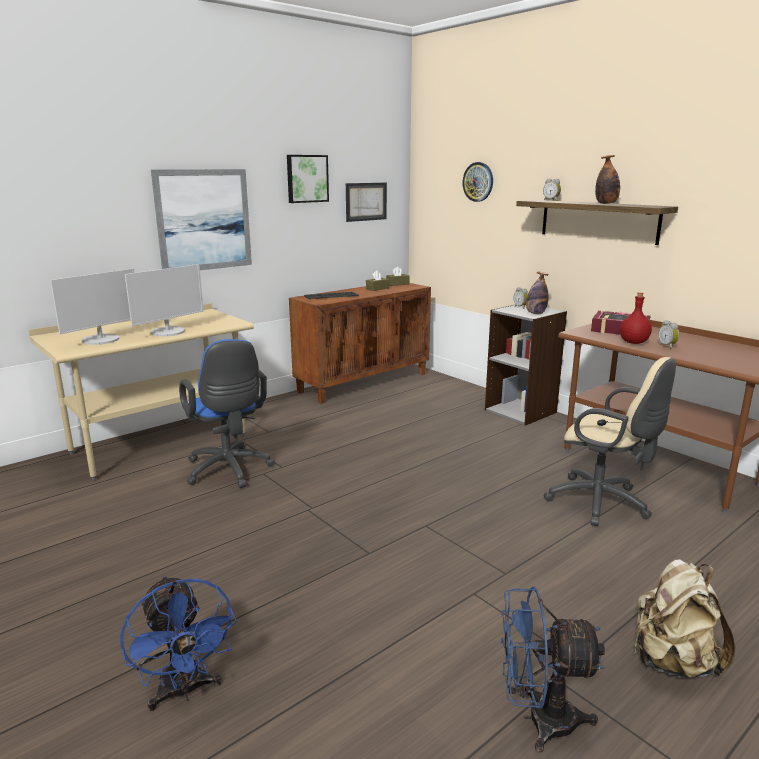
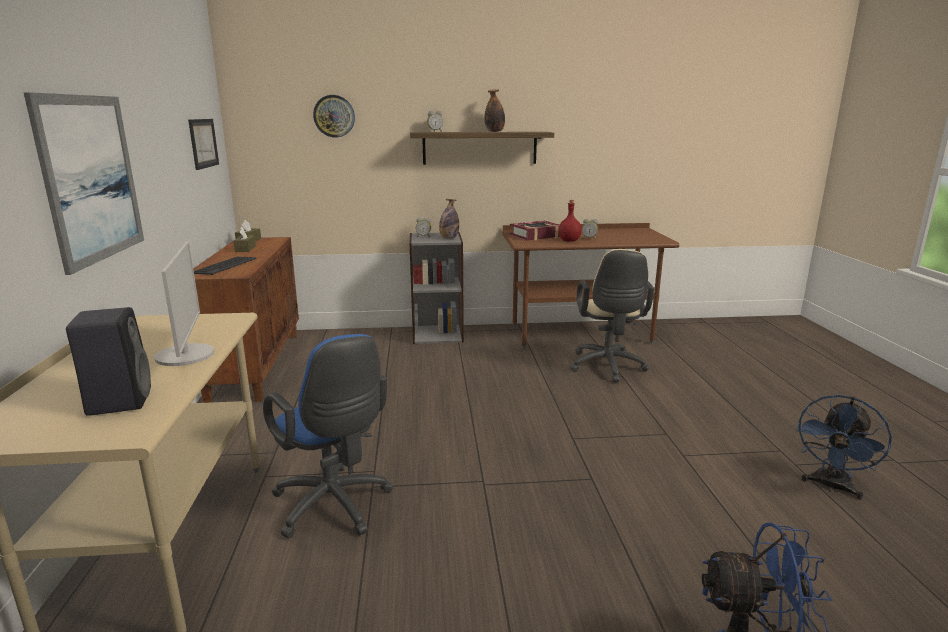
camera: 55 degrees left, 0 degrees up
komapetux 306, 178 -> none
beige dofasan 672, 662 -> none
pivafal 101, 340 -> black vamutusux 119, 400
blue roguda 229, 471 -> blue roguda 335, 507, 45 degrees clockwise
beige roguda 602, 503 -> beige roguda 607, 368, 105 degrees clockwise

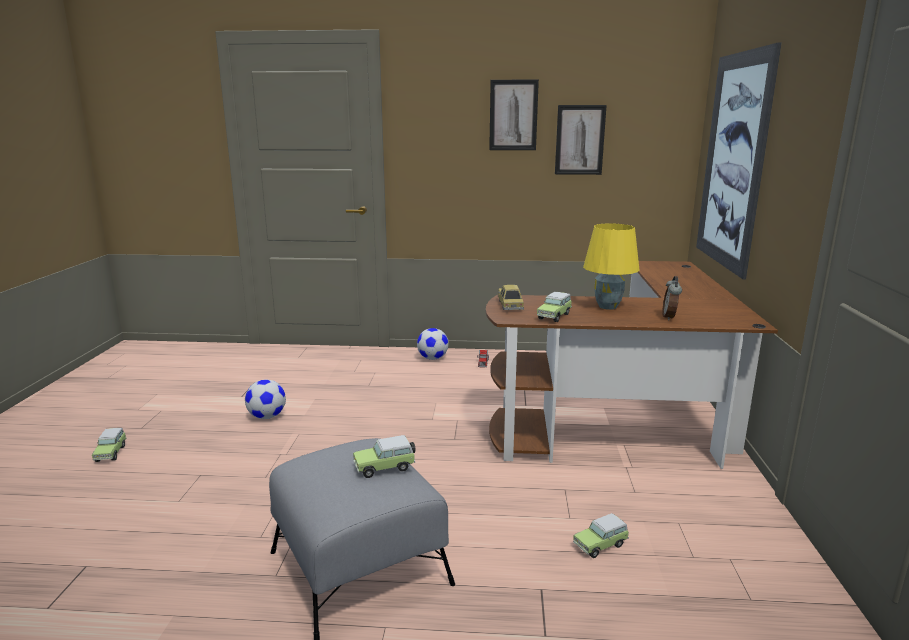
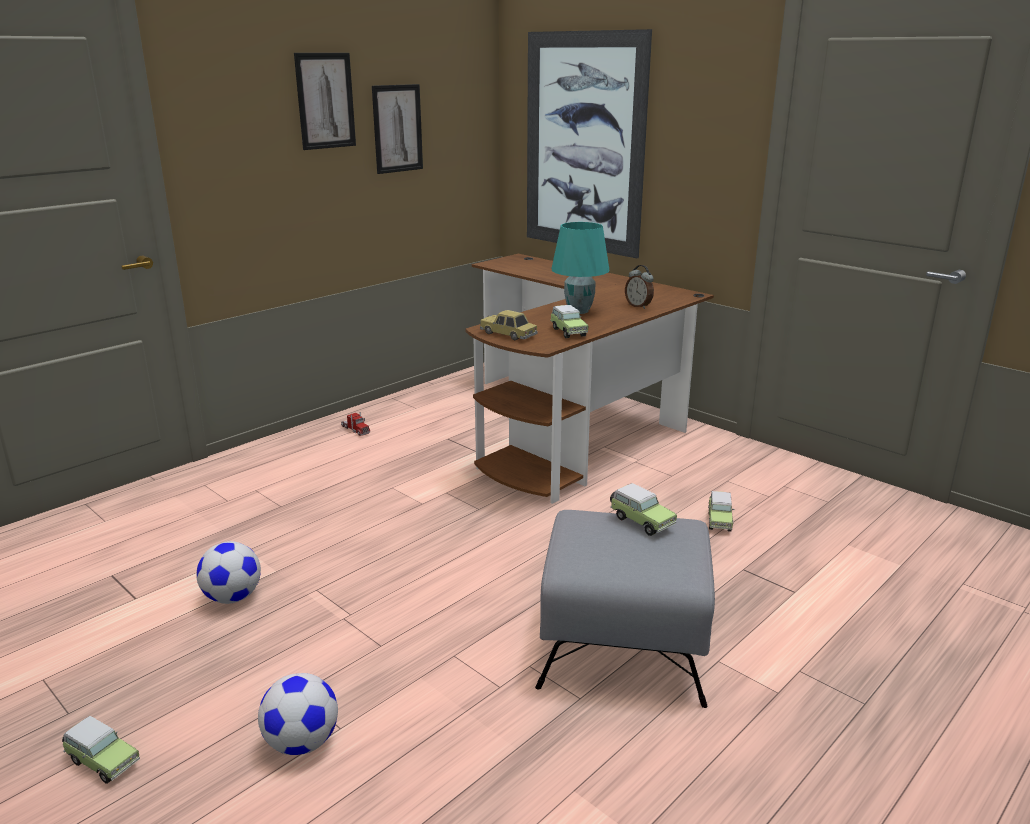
camera: 50 degrees left, 5 degrees up
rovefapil 433, 358 -> rovefapil 302, 742, shifted
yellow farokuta 608, 307 -> turquoise farokuta 579, 311
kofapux 386, 467 -> kofapux 640, 521, 60 degrees counterclockwise

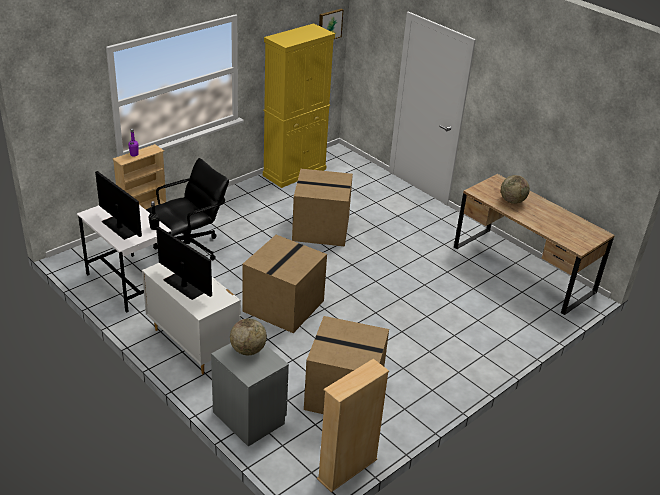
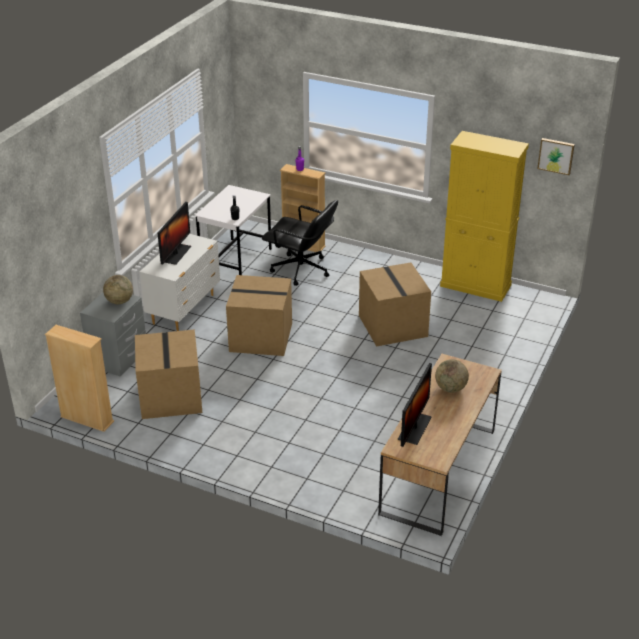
camera: 70 degrees right, 0 degrees up
pivafal 120, 227 -> pivafal 414, 428, shifted

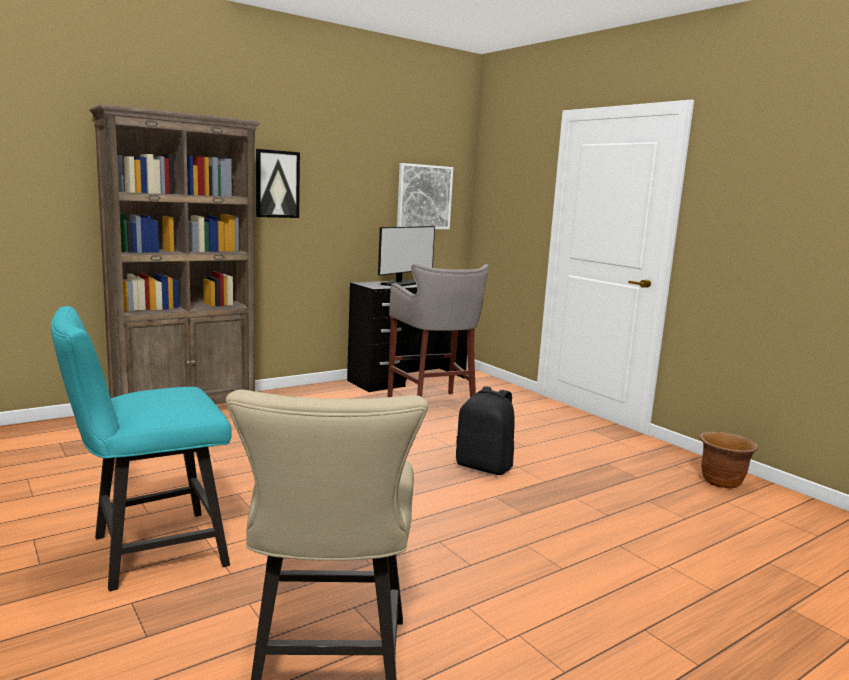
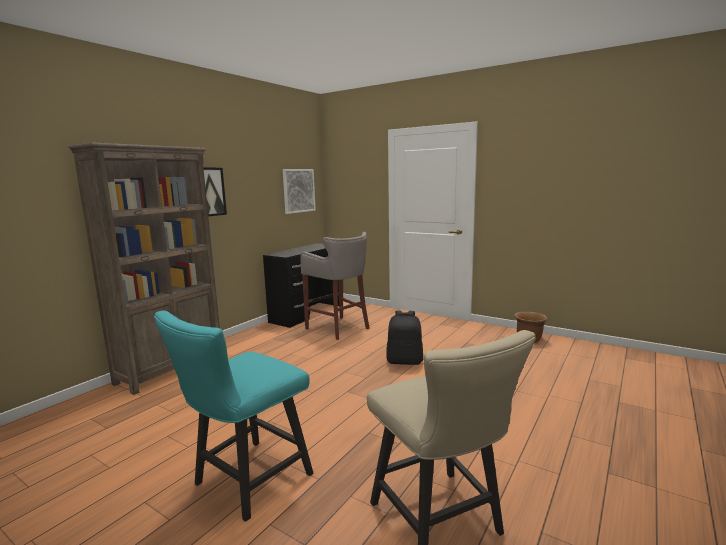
camera: 20 degrees left, 0 degrees up
pivafal 402, 283 -> none

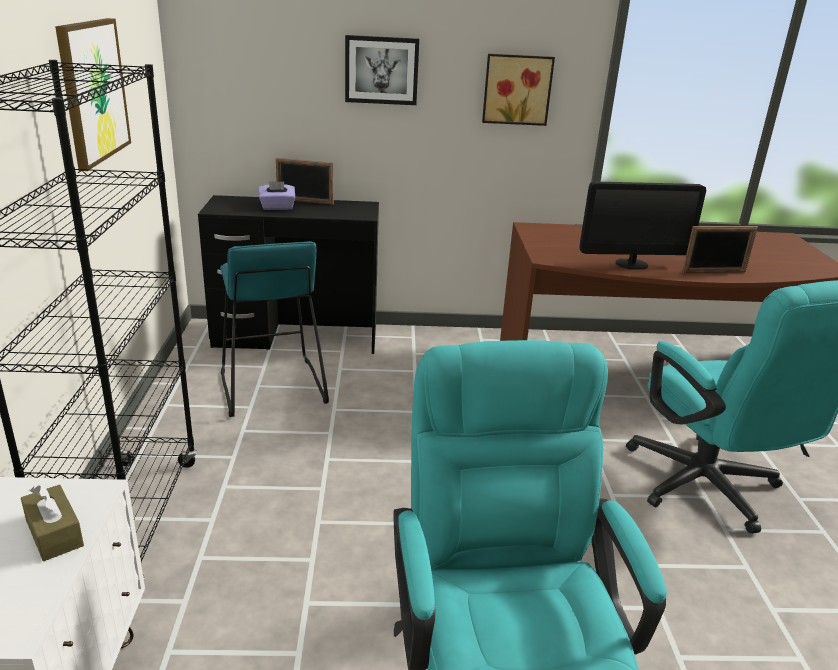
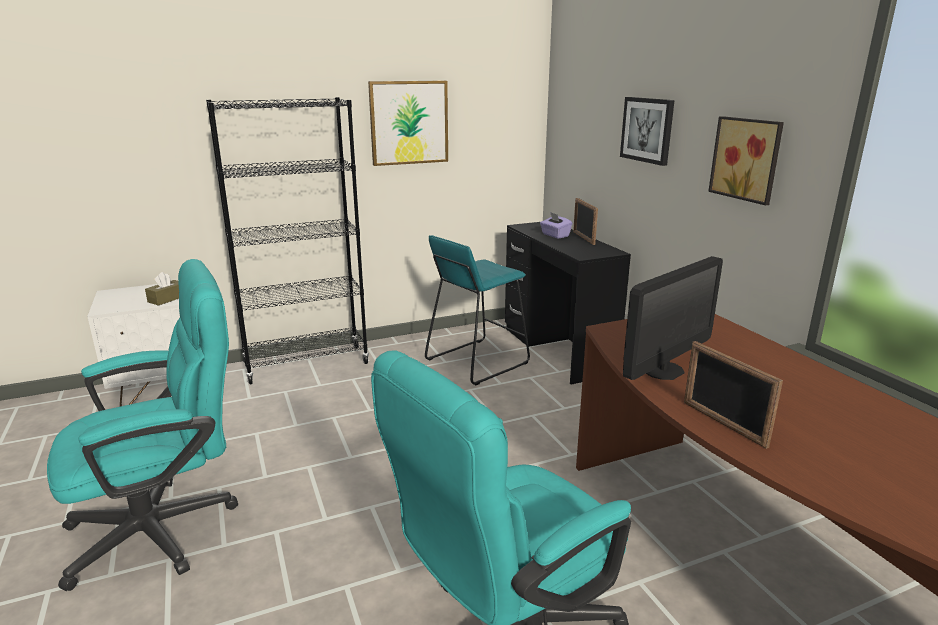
camera: 70 degrees right, 5 degrees down
pivafal 631, 264 -> pivafal 663, 370, 105 degrees counterclockwise

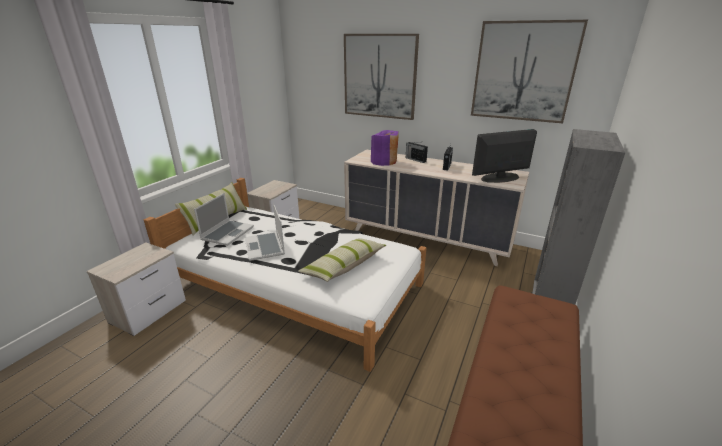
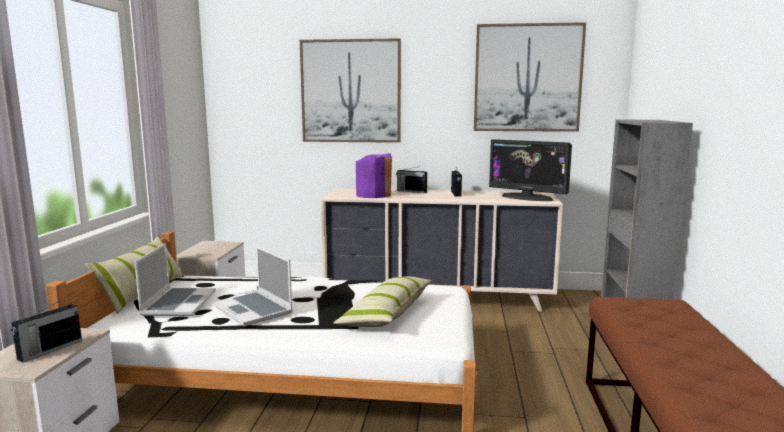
camera: 20 degrees left, 15 degrees down
none -> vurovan 49, 350
pivafal 500, 178 -> pivafal 527, 197, 105 degrees counterclockwise

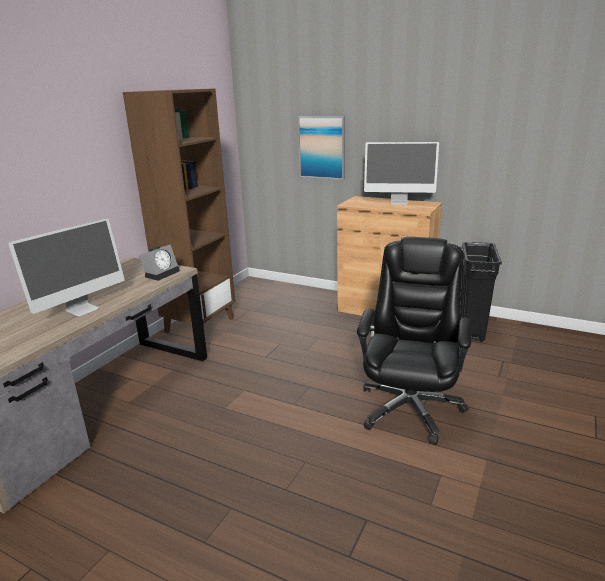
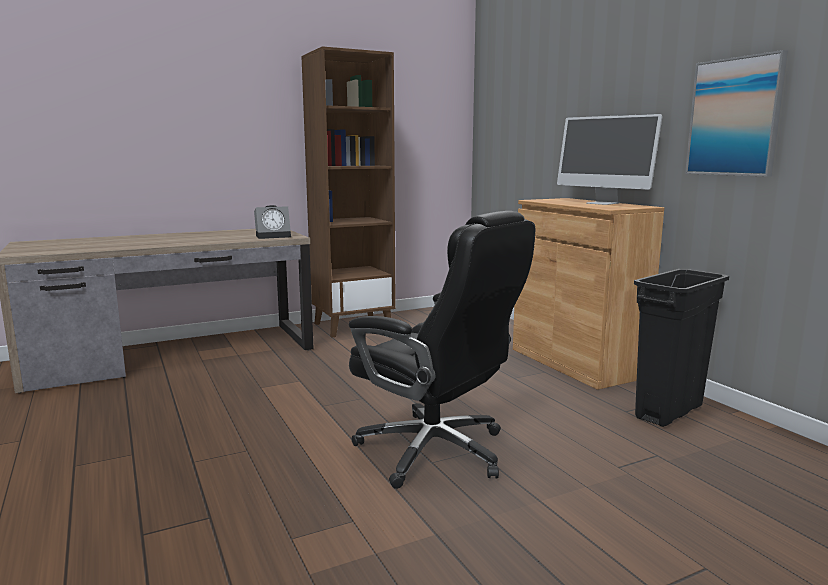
camera: 35 degrees right, 10 degrees down
pivafal 82, 309 -> none
komapetux 322, 147 -> komapetux 734, 117, shifted
black roguda 410, 407 -> black roguda 436, 451, 75 degrees clockwise

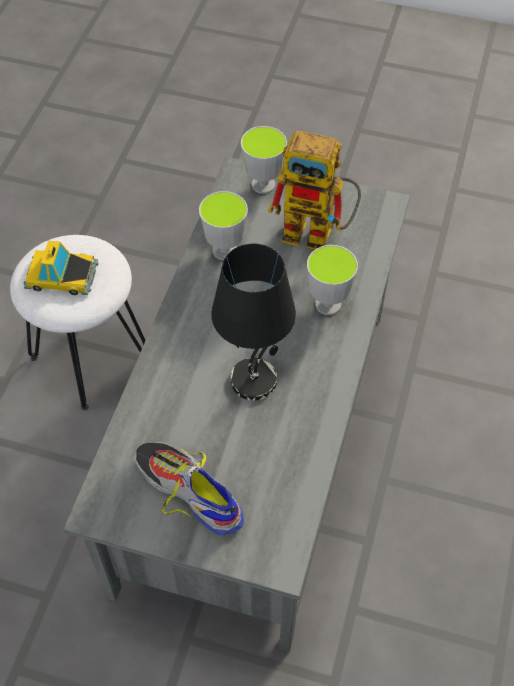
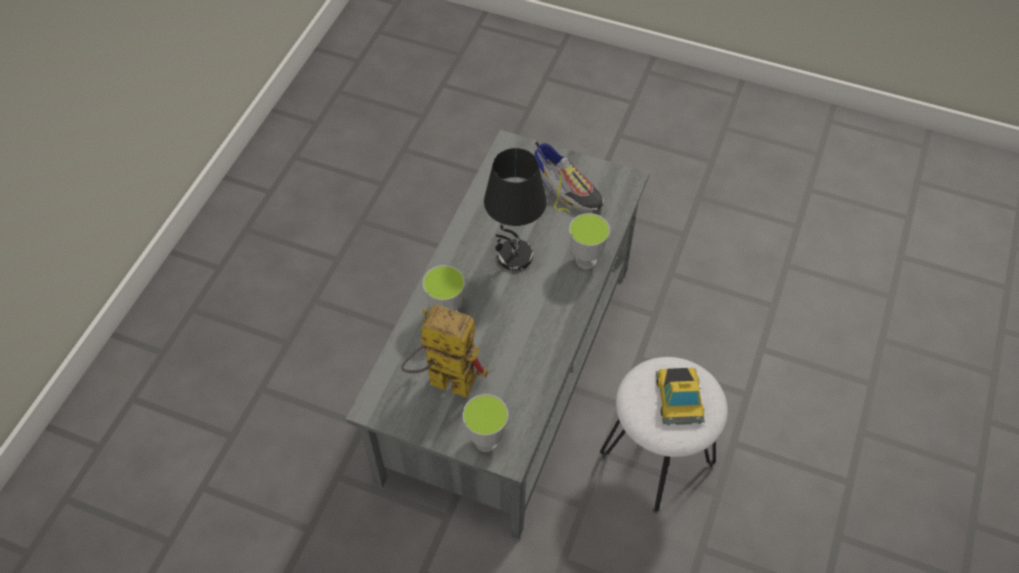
camera: 175 degrees left, 0 degrees up
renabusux 225, 250 -> renabusux 586, 260, shifted
kofapux 61, 275 -> kofapux 679, 397, 75 degrees clockwise

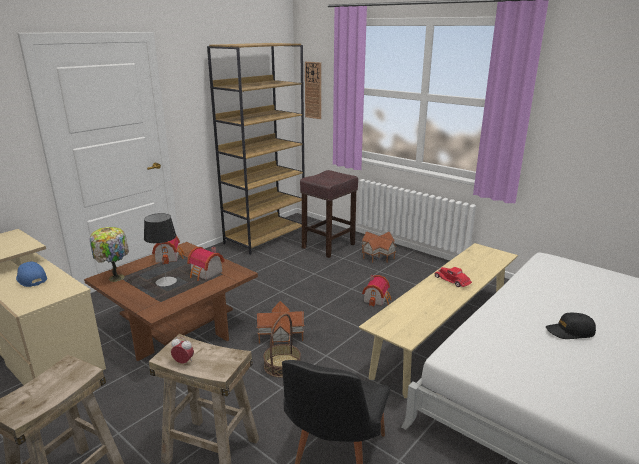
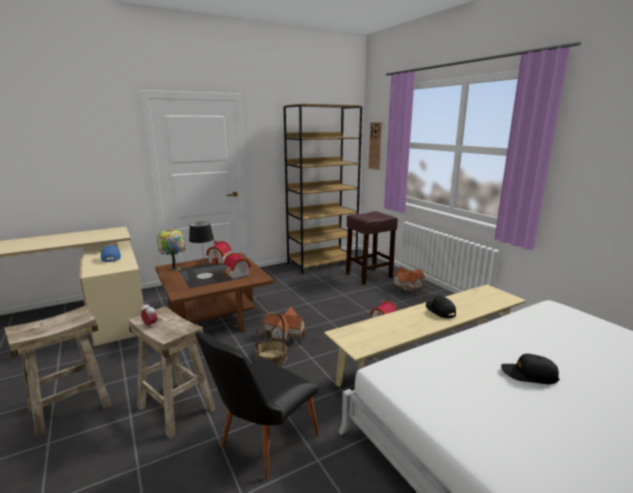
camera: 20 degrees right, 5 degrees down
red kofapux 452, 280 -> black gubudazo 440, 311

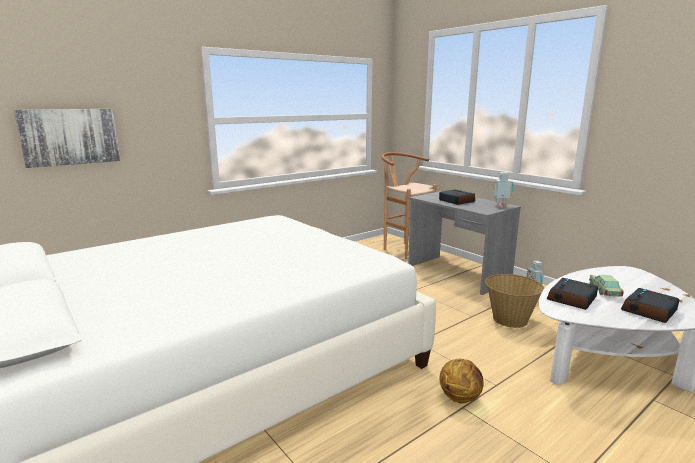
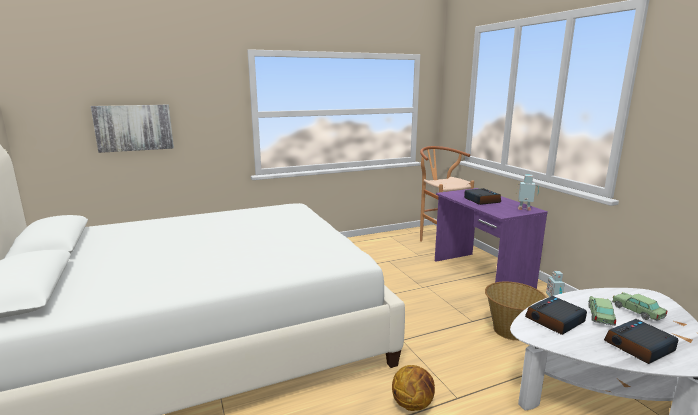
camera: 15 degrees right, 0 degrees up
none -> kofapux 637, 312
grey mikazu 457, 274 -> purple mikazu 480, 274

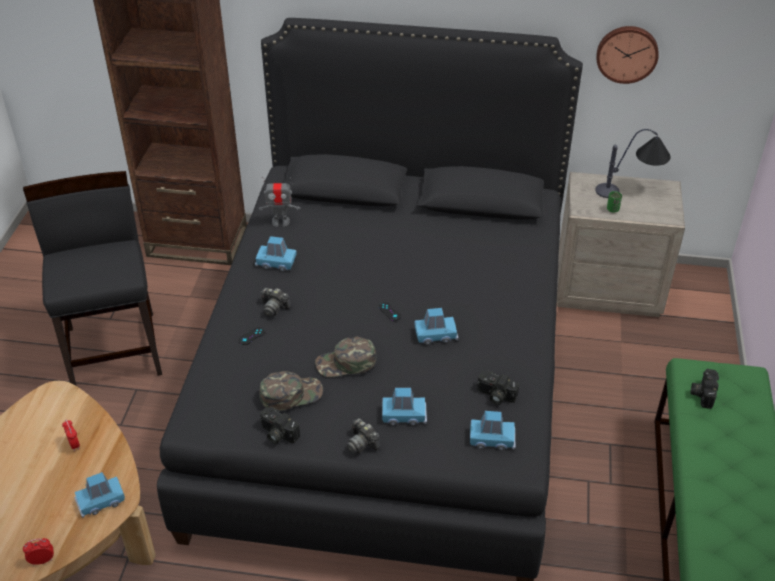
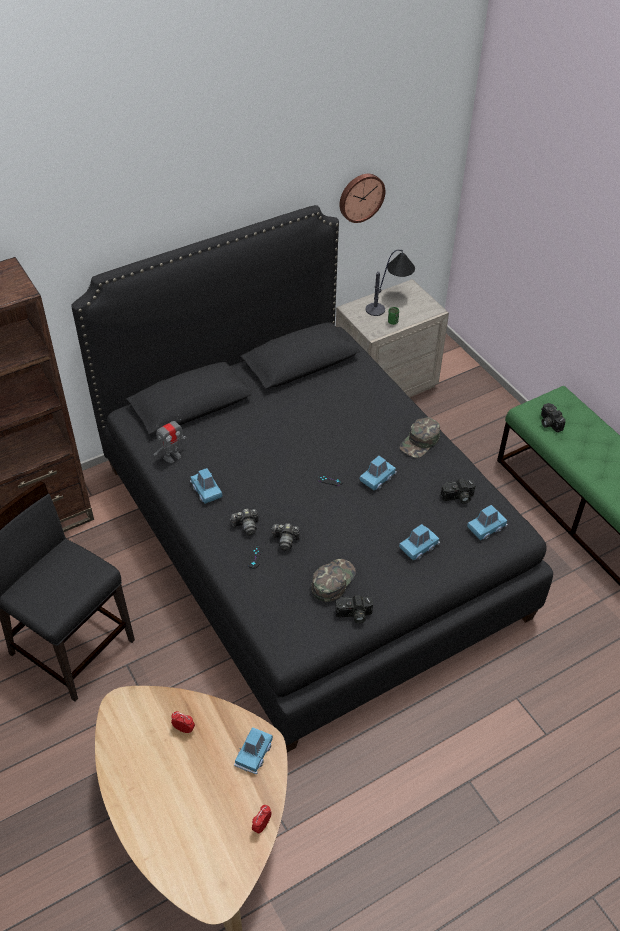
camera: 40 degrees left, 5 degrees up
green gubudazo 346, 363 -> green gubudazo 420, 442, shifted
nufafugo 362, 443 -> nufafugo 285, 540, shifted
blue kofapux 276, 262 -> blue kofapux 206, 490, 90 degrees clockwise

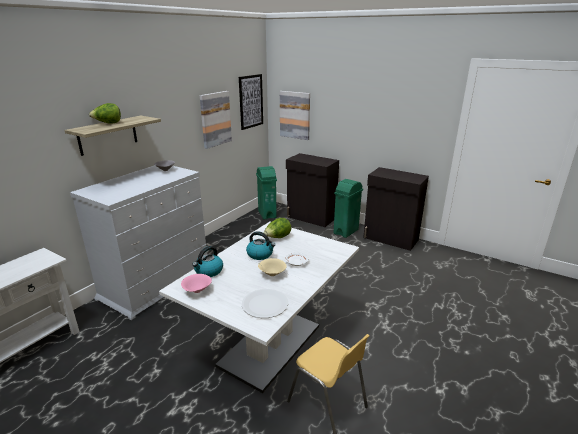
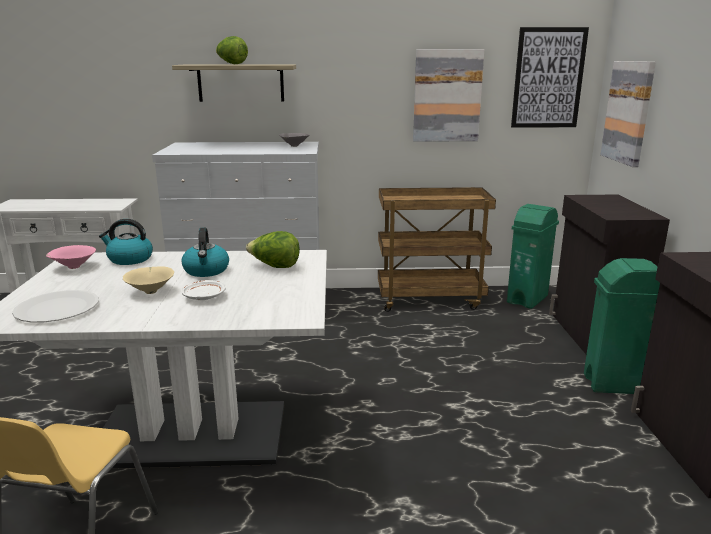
camera: 55 degrees right, 5 degrees down
none -> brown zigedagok 430, 299

